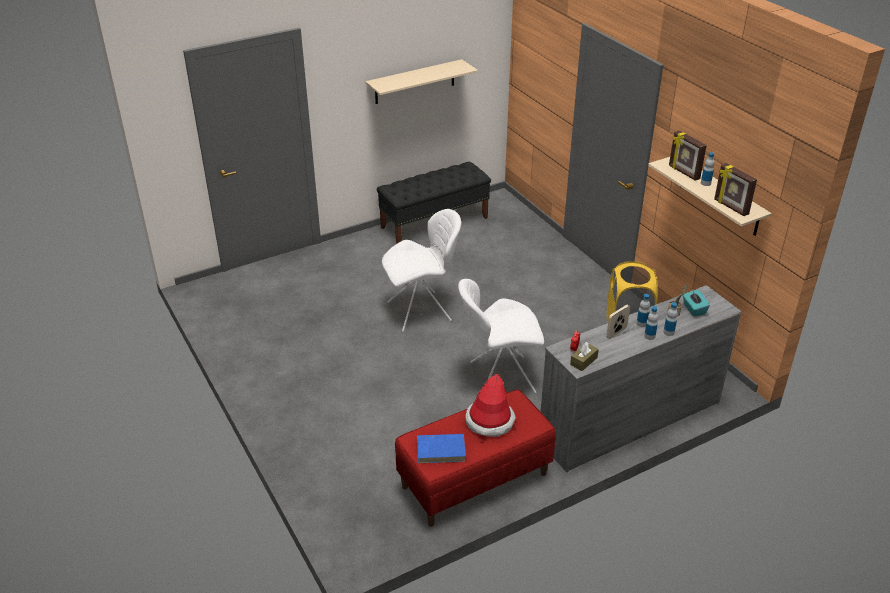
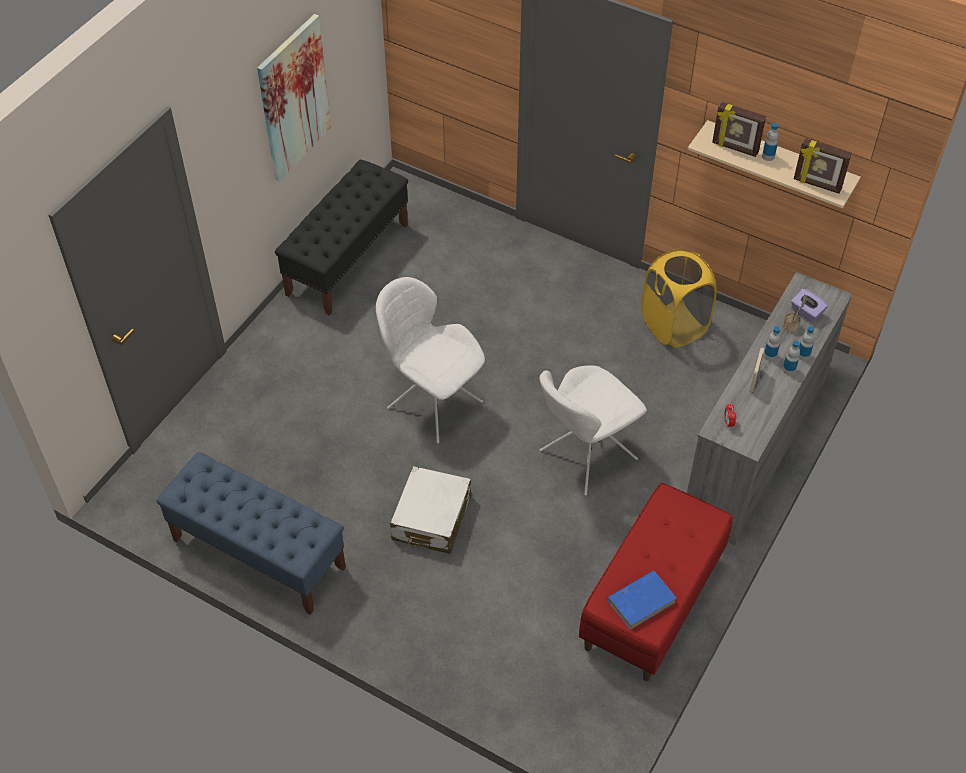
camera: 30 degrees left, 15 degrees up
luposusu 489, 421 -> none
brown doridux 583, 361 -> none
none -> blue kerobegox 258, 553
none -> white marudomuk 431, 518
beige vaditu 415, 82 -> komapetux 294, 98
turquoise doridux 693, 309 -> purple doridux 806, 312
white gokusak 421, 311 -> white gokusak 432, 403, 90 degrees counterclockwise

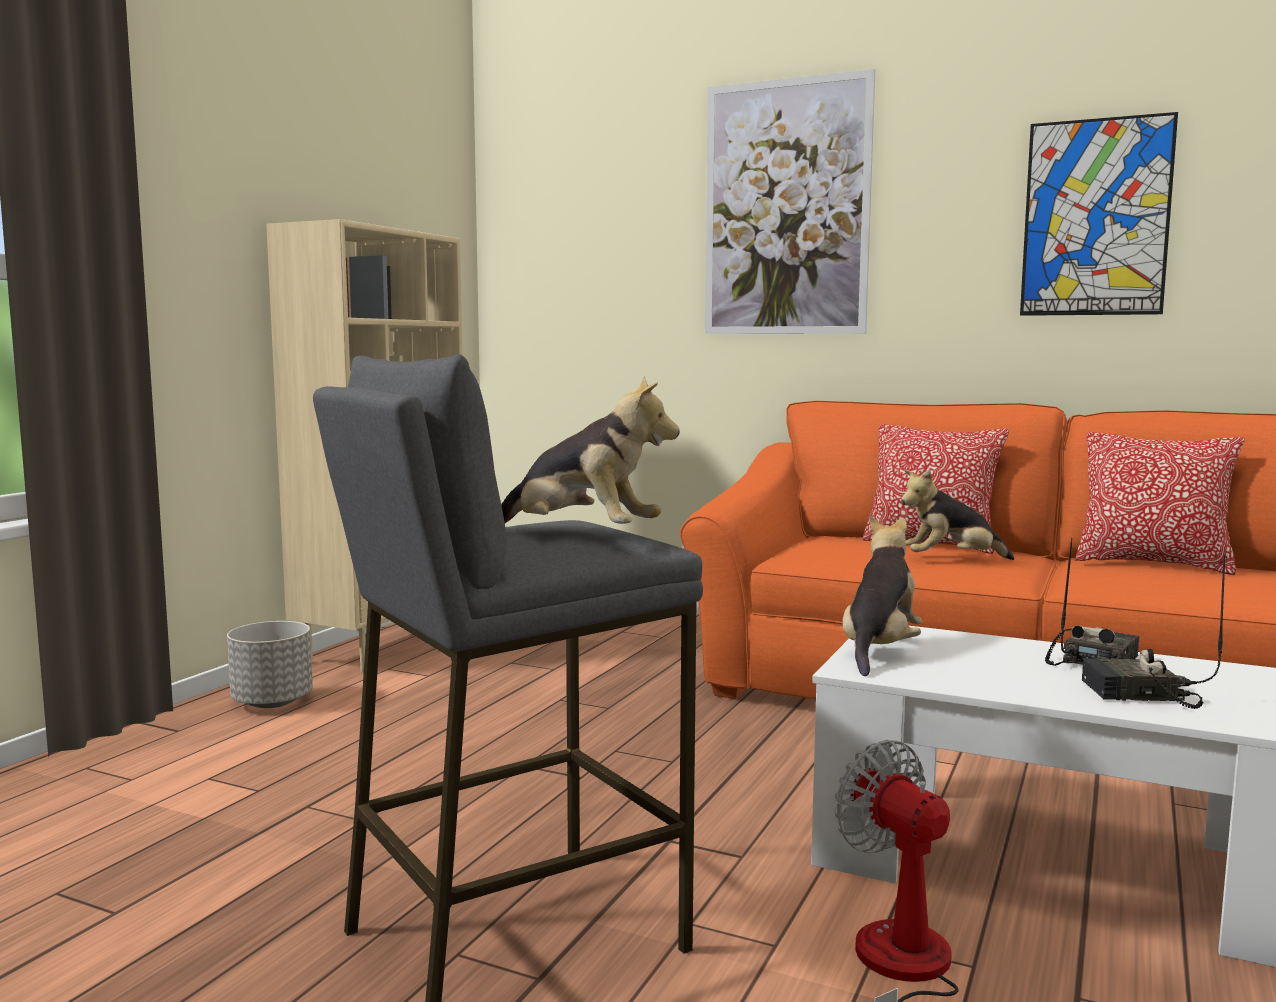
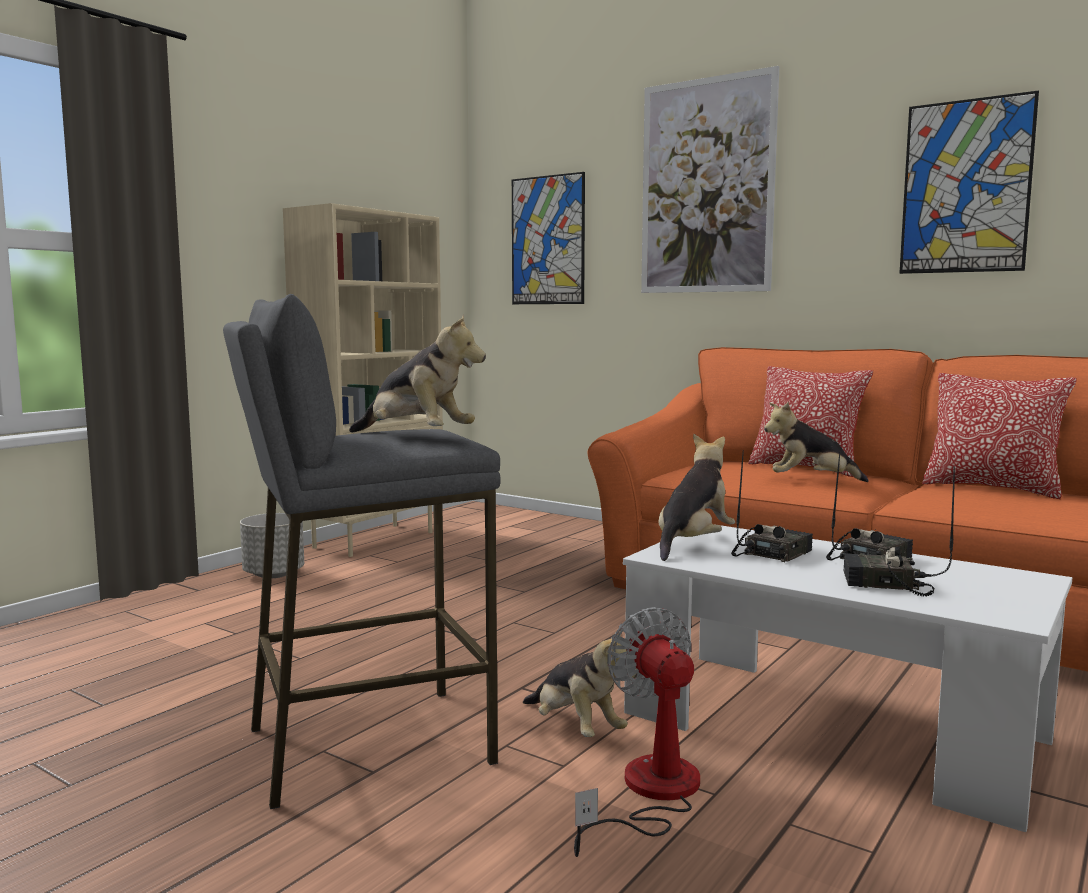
camera: 10 degrees right, 0 degrees up
none -> komapetux 548, 240
none -> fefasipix 576, 728
none -> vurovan 771, 553

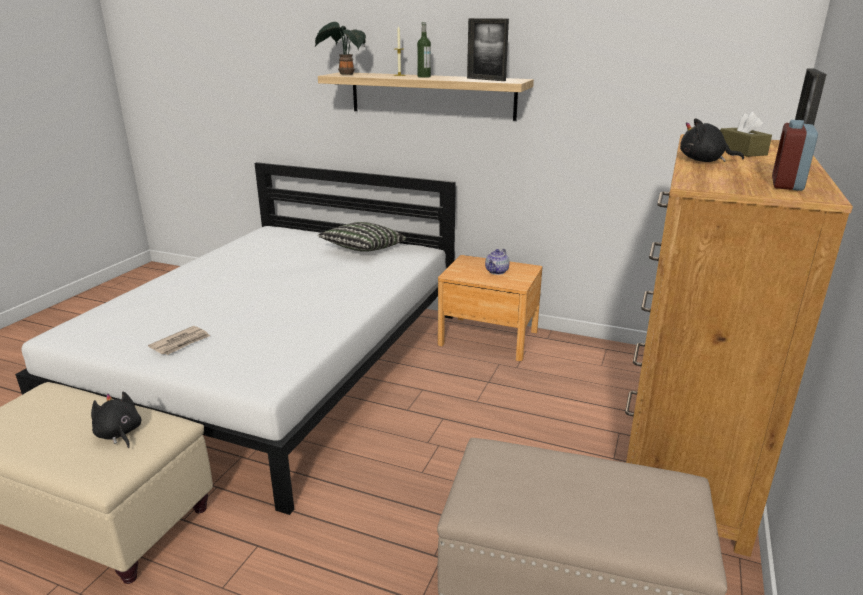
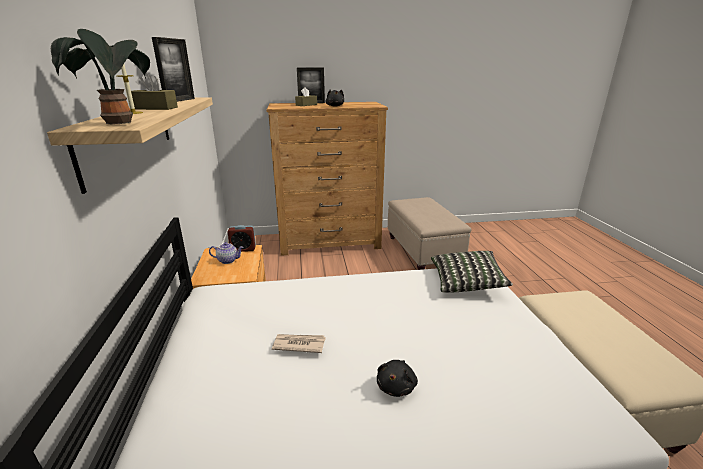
camera: 120 degrees left, 0 degrees up
black fefasipix 119, 434 -> black fefasipix 396, 386, shifted
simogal 181, 343 -> simogal 298, 344, shifted
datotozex 363, 250 -> datotozex 466, 282, shifted
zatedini 787, 184 -> zatedini 243, 249, shifted
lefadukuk 424, 77 -> brown doridux 154, 108

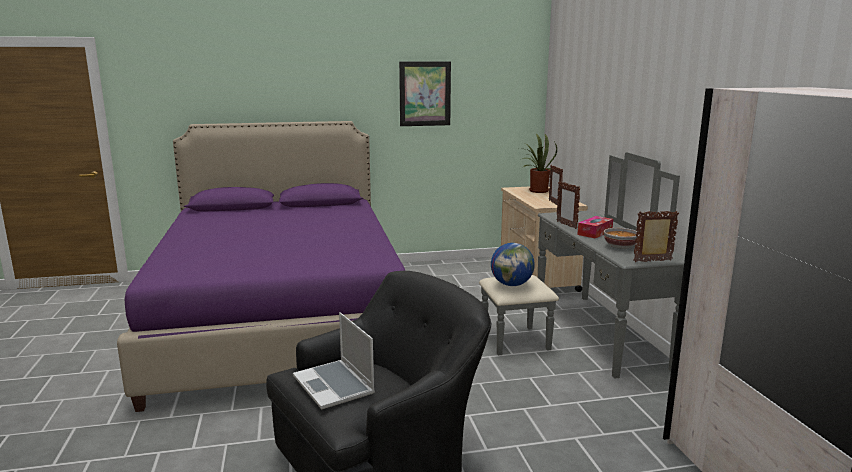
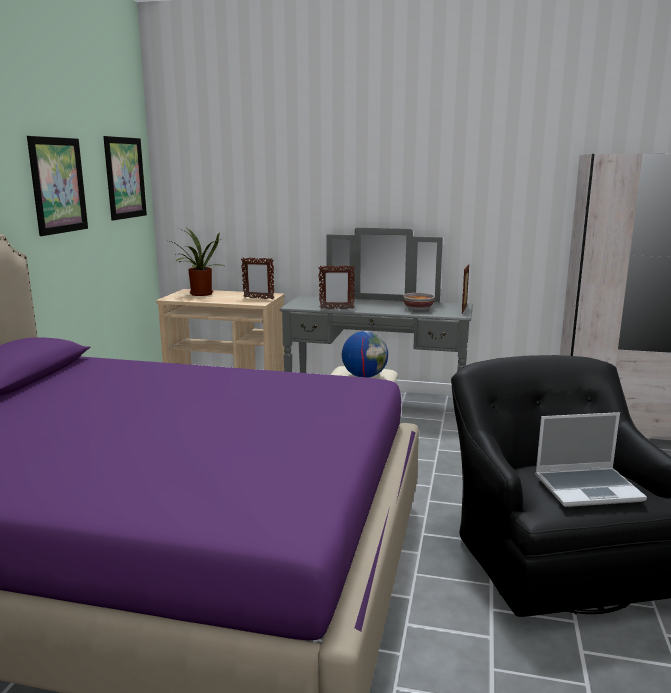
camera: 65 degrees left, 0 degrees up
doridux 595, 232 -> none
none -> komapetux 125, 178

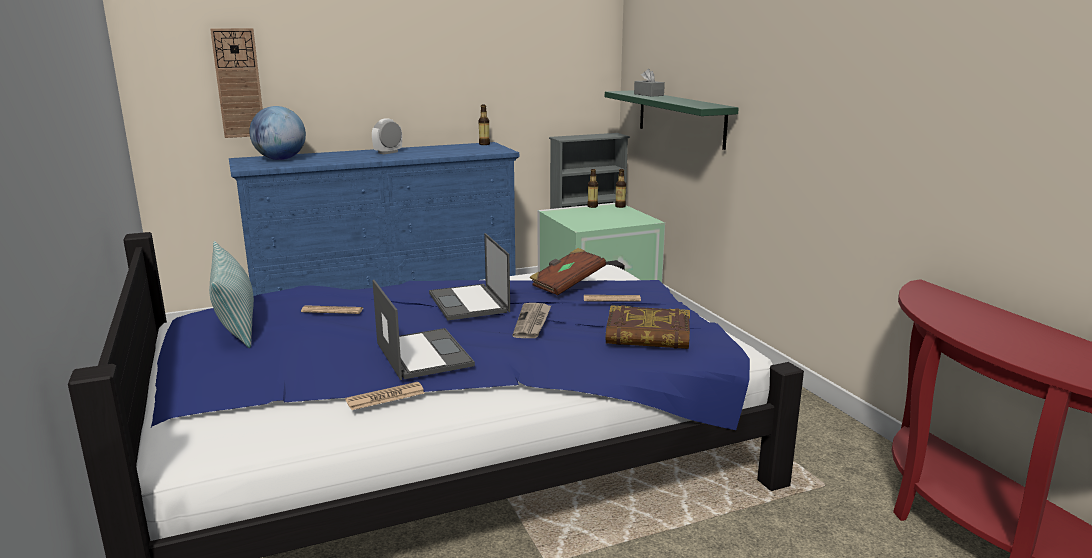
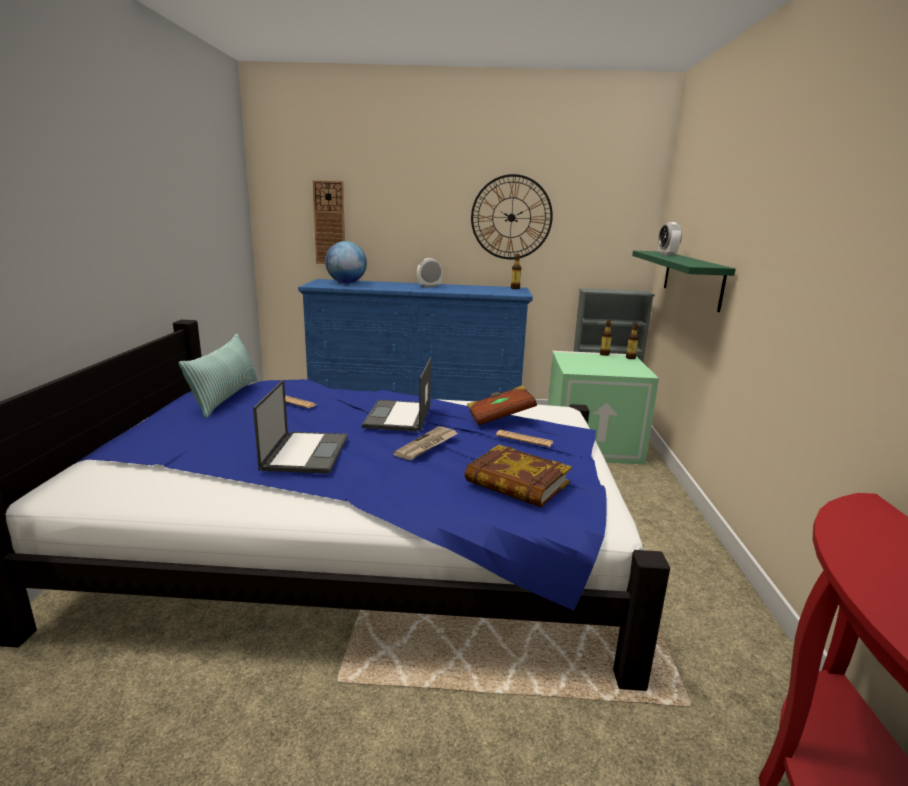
camera: 25 degrees right, 0 degrees up
simogal 385, 397 -> none
none -> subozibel 511, 217
grey doridux 648, 95 -> zatedini 667, 254

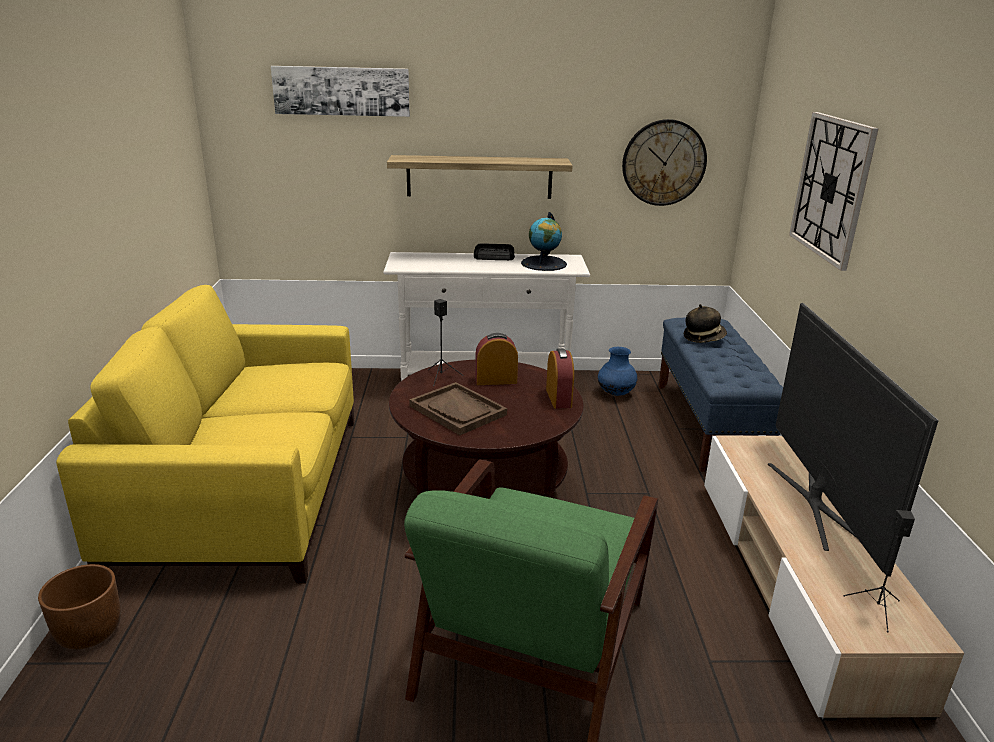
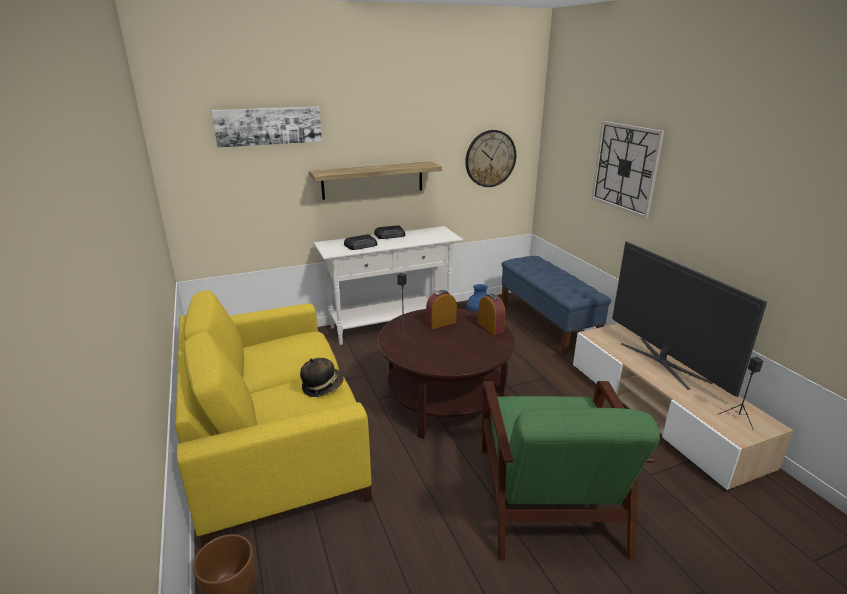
camera: 20 degrees left, 0 degrees up
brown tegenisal 458, 410 -> none
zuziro 544, 264 -> none
none -> vurovan 361, 245
luposusu 703, 337 -> luposusu 322, 386, shifted

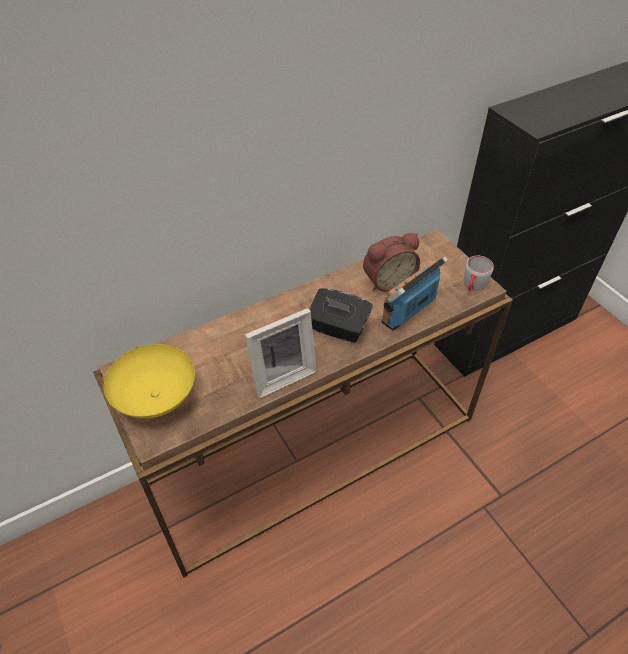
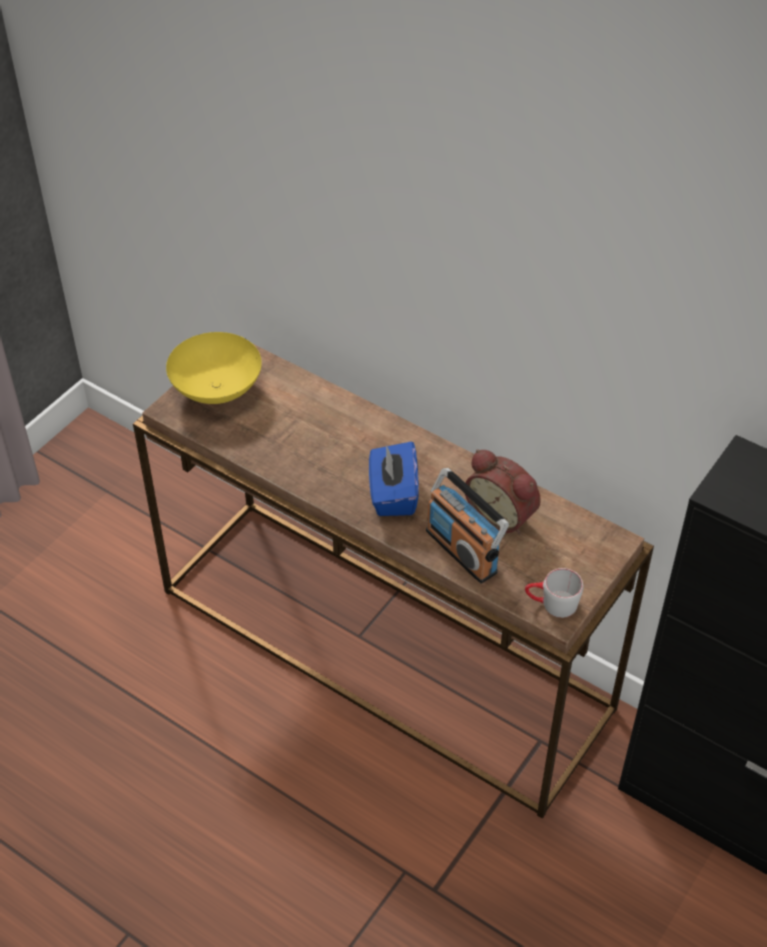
camera: 65 degrees right, 0 degrees up
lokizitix 281, 375 -> none
black doridux 338, 328 -> blue doridux 393, 494
vurovan 409, 311 -> vurovan 462, 551, 150 degrees counterclockwise

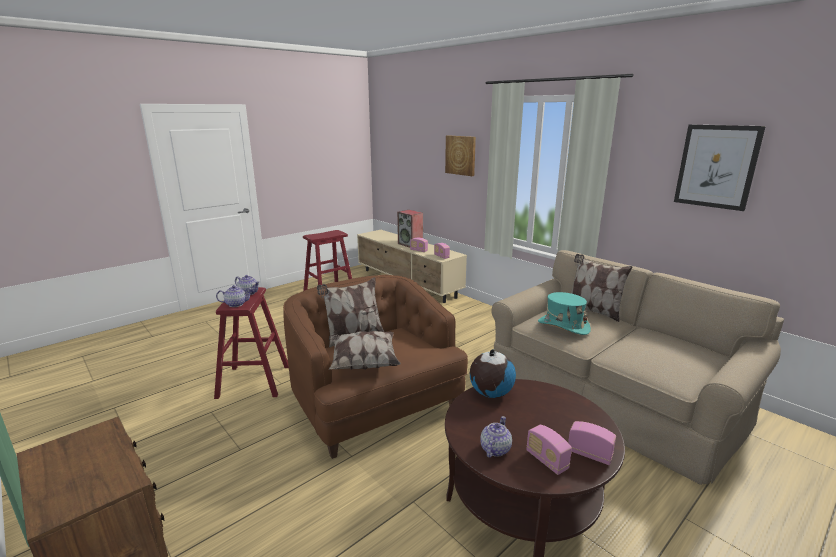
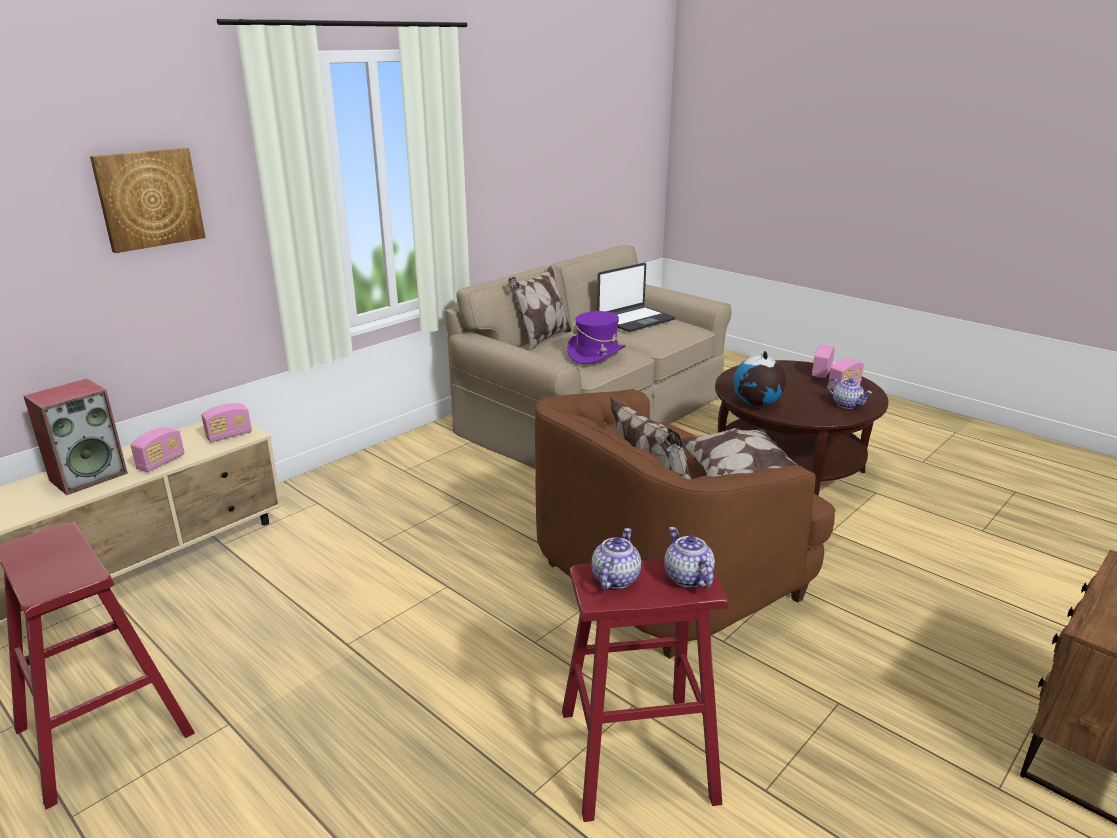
camera: 95 degrees left, 5 degrees up
komapetux 716, 166 -> none
none -> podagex 635, 320
turquoise luposusu 563, 326 -> purple luposusu 596, 354
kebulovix 495, 449 -> kebulovix 847, 404, 150 degrees counterclockwise

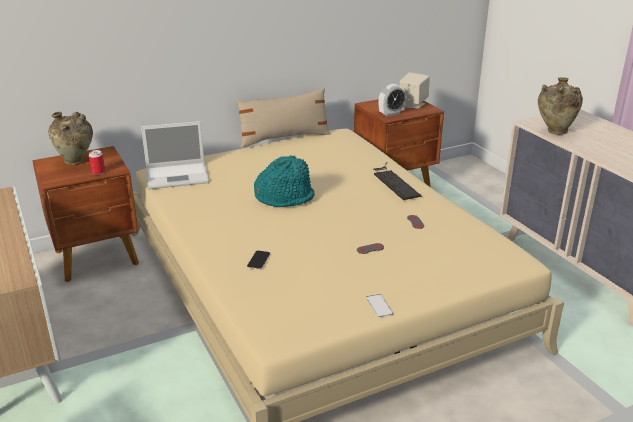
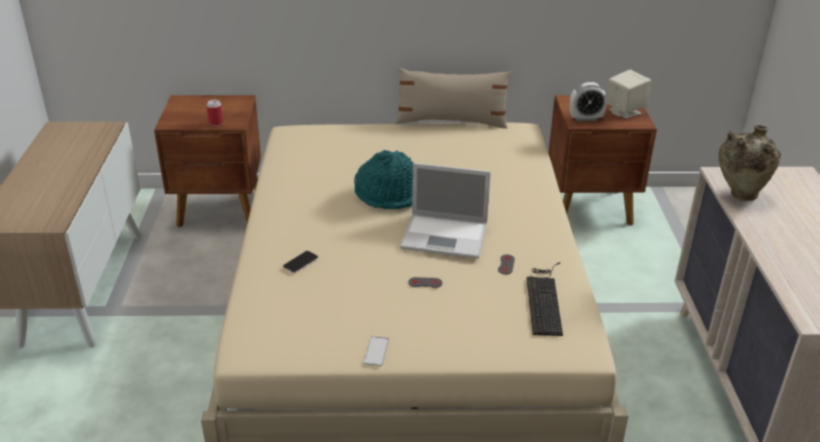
camera: 25 degrees right, 5 degrees up
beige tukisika 76, 162 -> none
podagex 178, 176 -> podagex 446, 236, shifted
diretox 394, 181 -> diretox 544, 299, shifted

